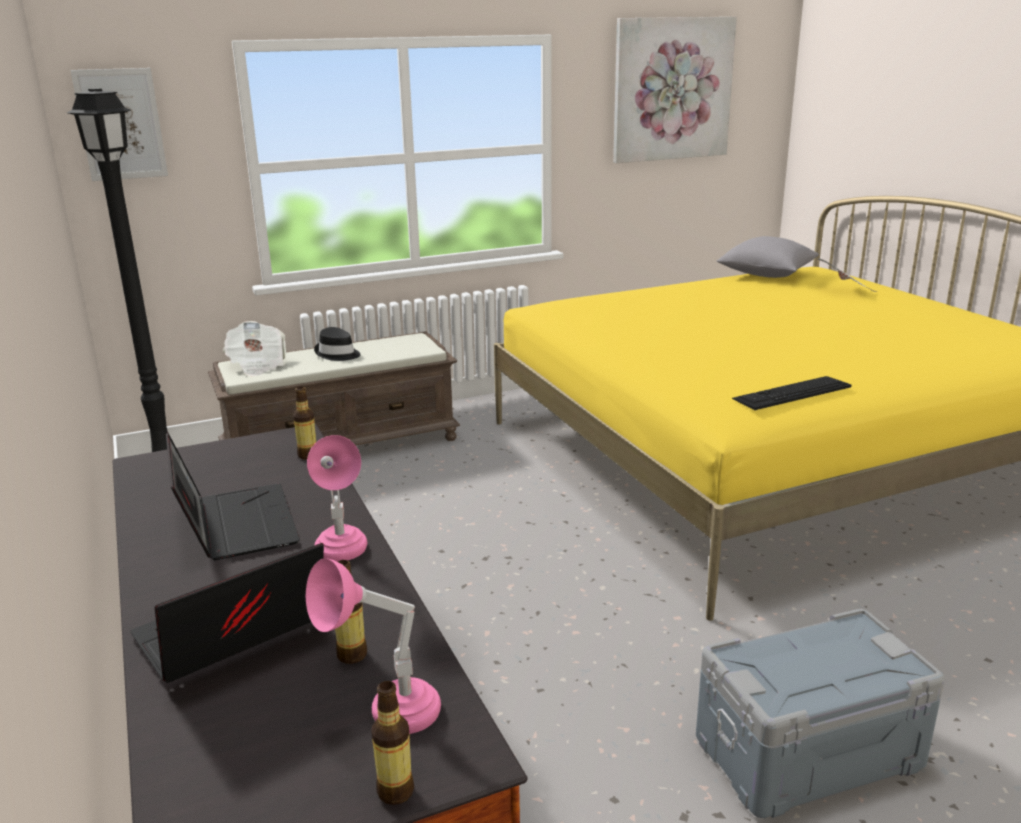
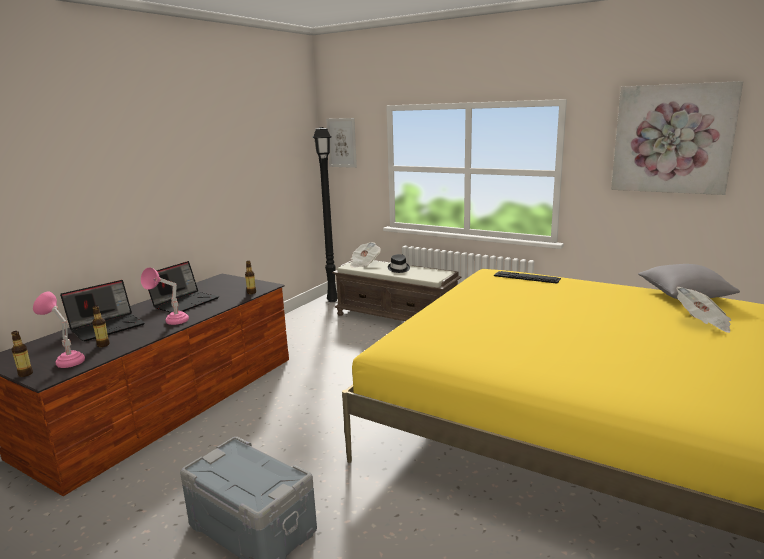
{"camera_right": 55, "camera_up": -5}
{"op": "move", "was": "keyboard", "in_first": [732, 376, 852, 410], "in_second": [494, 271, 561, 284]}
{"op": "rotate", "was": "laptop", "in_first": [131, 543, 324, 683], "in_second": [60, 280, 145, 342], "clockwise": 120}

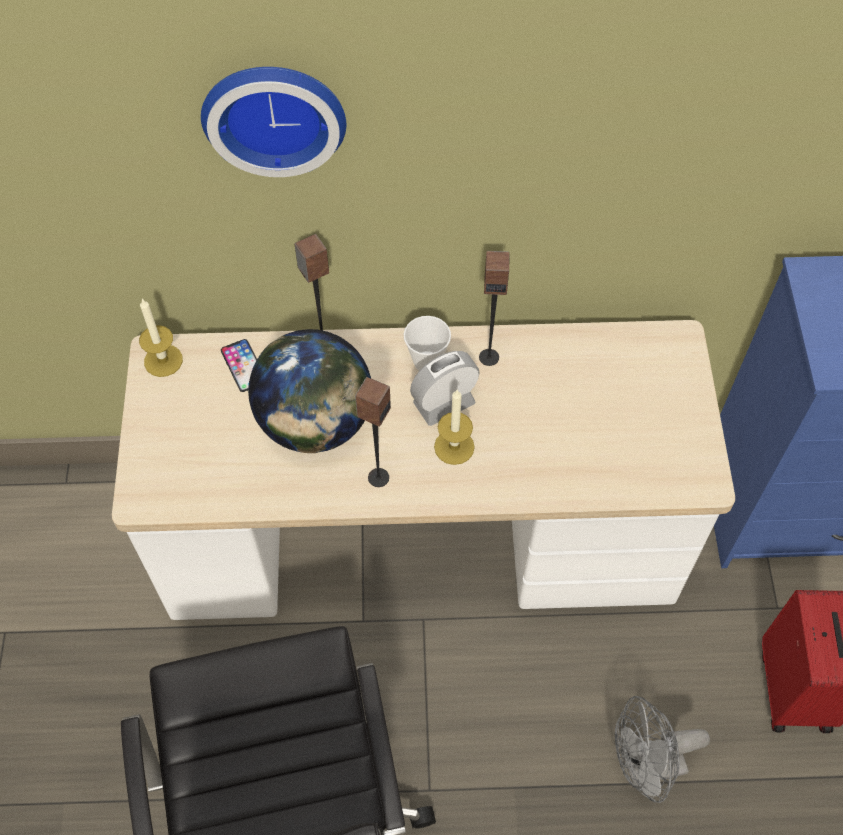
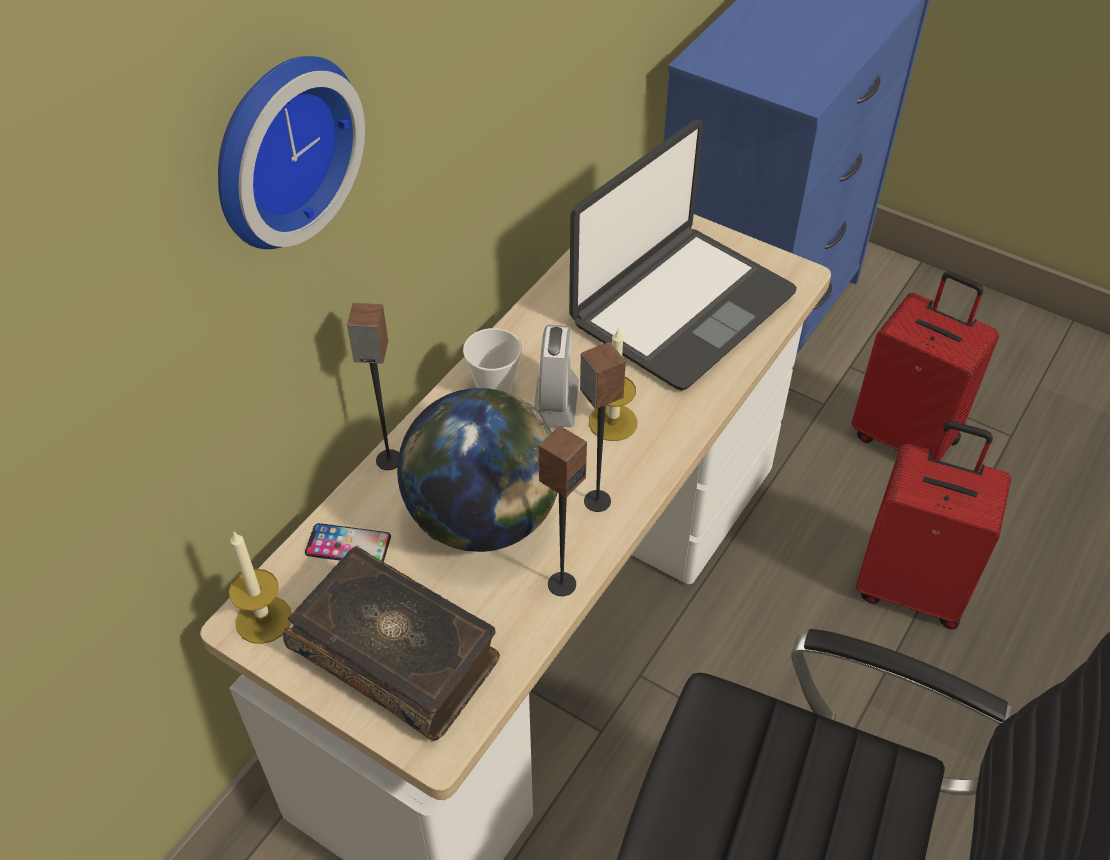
{"camera_right": -55, "camera_up": -10}
{"op": "move", "was": "speaker", "in_first": [479, 251, 510, 366], "in_second": [538, 426, 587, 596]}
{"op": "replace", "was": "grey fan", "now": "red suitcase", "in_first": [615, 696, 710, 803], "in_second": [856, 421, 1011, 629]}
{"op": "insert", "now": "laptop", "in_second": [569, 120, 797, 391]}
{"op": "insert", "now": "book", "in_second": [283, 547, 500, 741]}

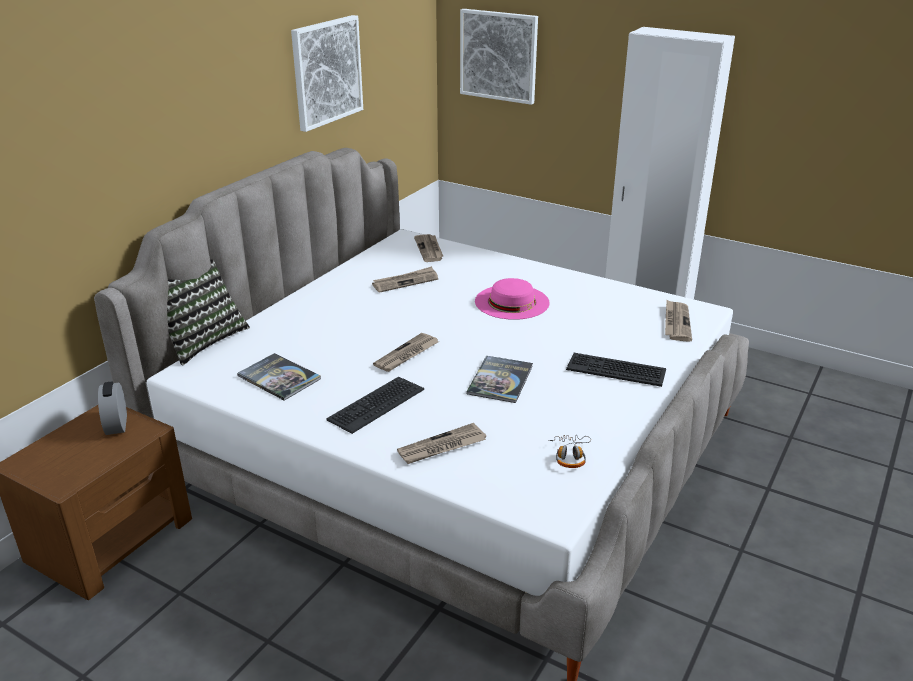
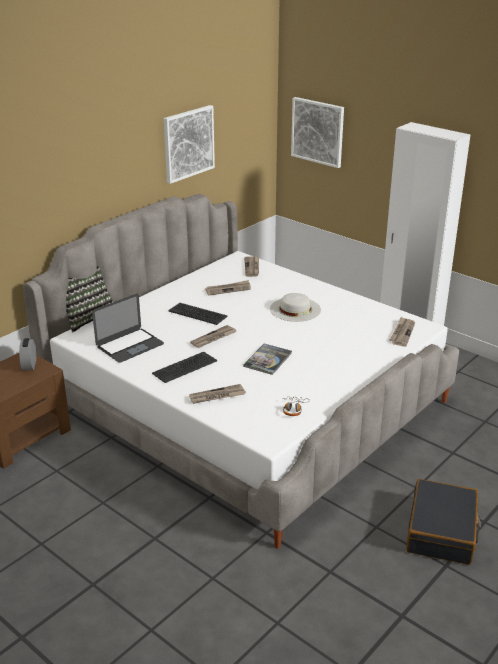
{"camera_right": 10, "camera_up": 0}
{"op": "recolor", "was": "pink hat", "now": "white hat", "in_first": [475, 278, 549, 320], "in_second": [270, 293, 321, 322]}
{"op": "replace", "was": "book", "now": "laptop", "in_first": [237, 353, 321, 401], "in_second": [92, 294, 164, 363]}
{"op": "move", "was": "keyboard", "in_first": [566, 353, 666, 387], "in_second": [169, 303, 228, 325]}
{"op": "insert", "now": "black suitcase", "in_second": [406, 479, 481, 565]}

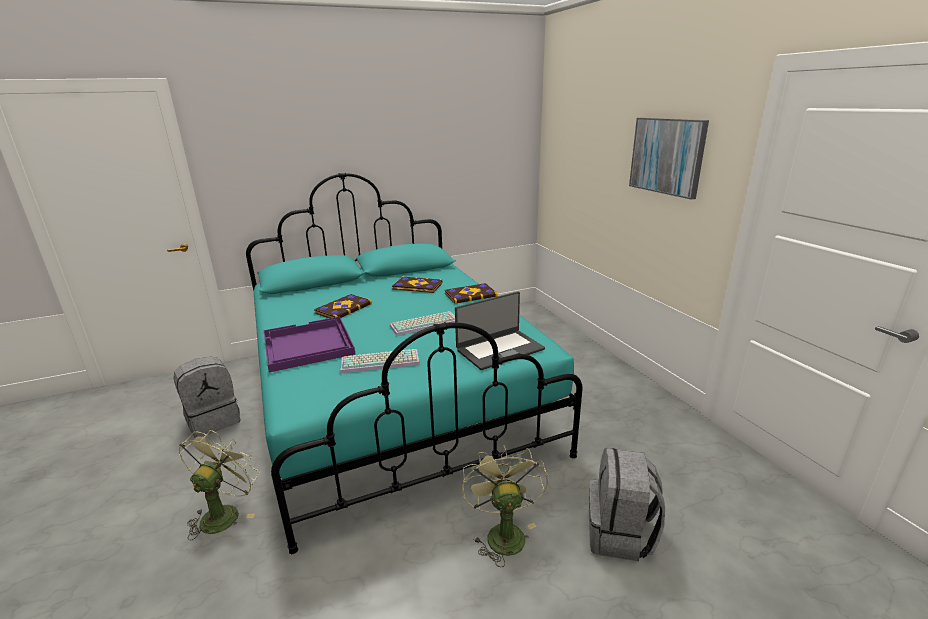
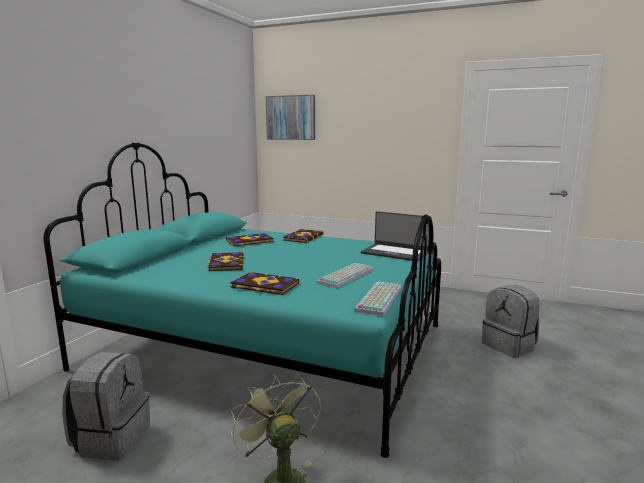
{"camera_right": -45, "camera_up": -10}
{"op": "move", "was": "picture", "in_first": [629, 118, 709, 200], "in_second": [266, 95, 315, 140]}
{"op": "rotate", "was": "laptop", "in_first": [455, 291, 545, 370], "in_second": [361, 211, 432, 261], "clockwise": 105}
{"op": "move", "was": "keyboard", "in_first": [390, 311, 455, 336], "in_second": [354, 281, 401, 316]}
{"op": "replace", "was": "purple tray", "now": "book", "in_first": [264, 317, 355, 372], "in_second": [231, 272, 299, 295]}
{"op": "delete", "was": "green fan", "in_first": [462, 445, 548, 567]}

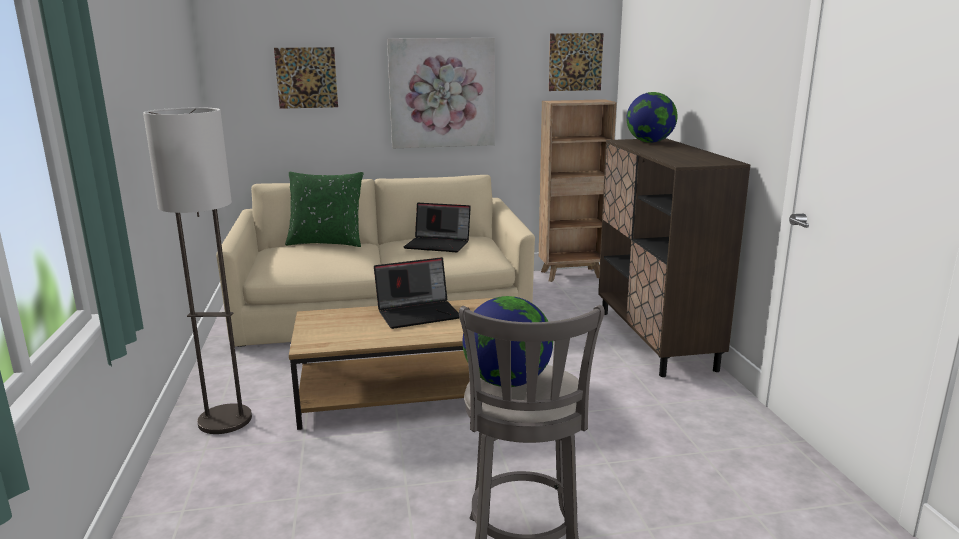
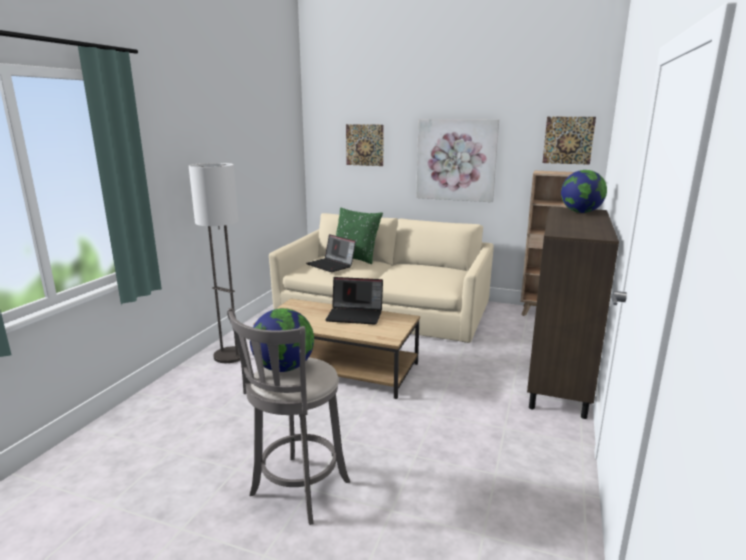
{"camera_right": 30, "camera_up": 0}
{"op": "move", "was": "laptop", "in_first": [404, 203, 471, 252], "in_second": [306, 234, 356, 272]}

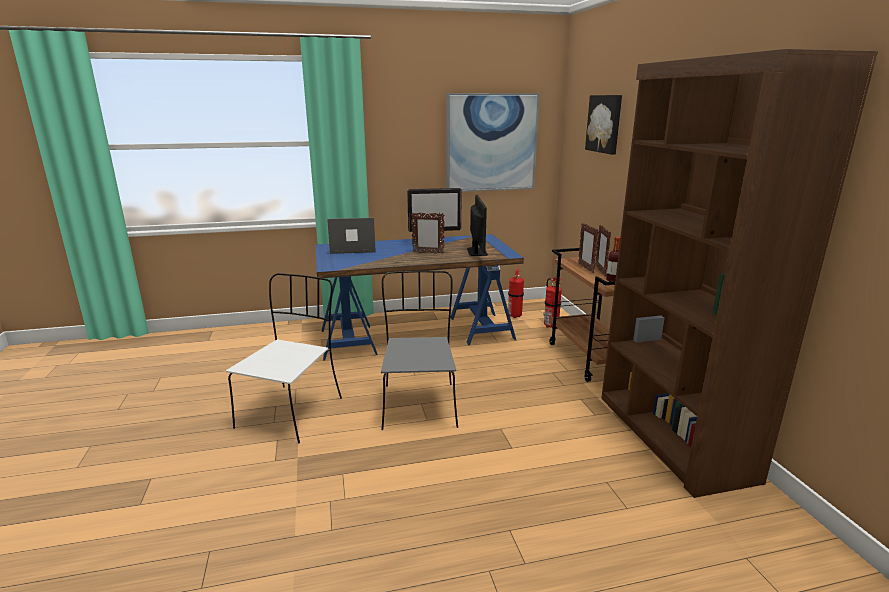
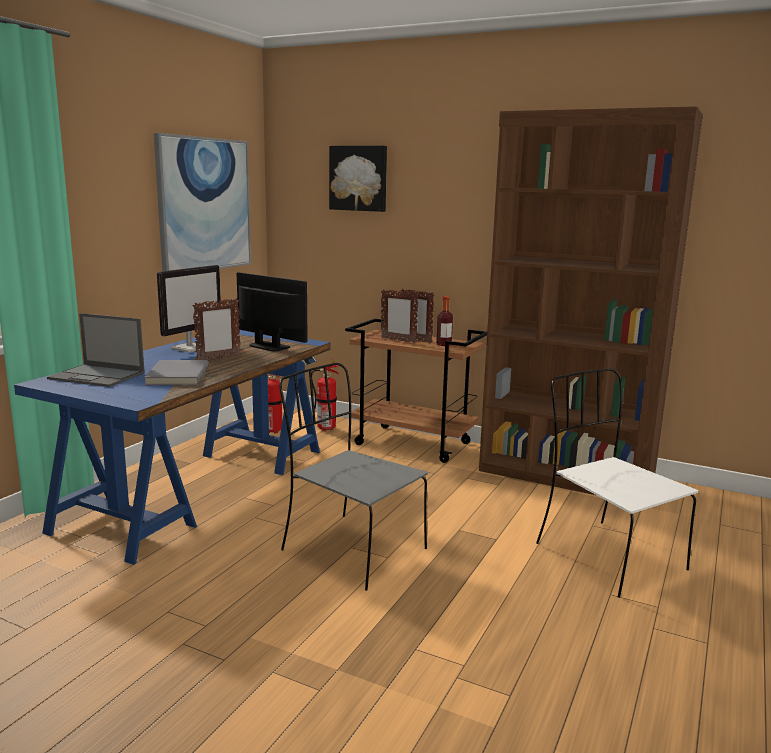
{"camera_right": -50, "camera_up": -5}
{"op": "rotate", "was": "laptop", "in_first": [327, 218, 376, 254], "in_second": [47, 313, 145, 387], "clockwise": -105}
{"op": "move", "was": "white chair", "in_first": [226, 273, 342, 443], "in_second": [536, 368, 698, 598]}
{"op": "insert", "now": "grey book", "in_second": [144, 360, 209, 385]}

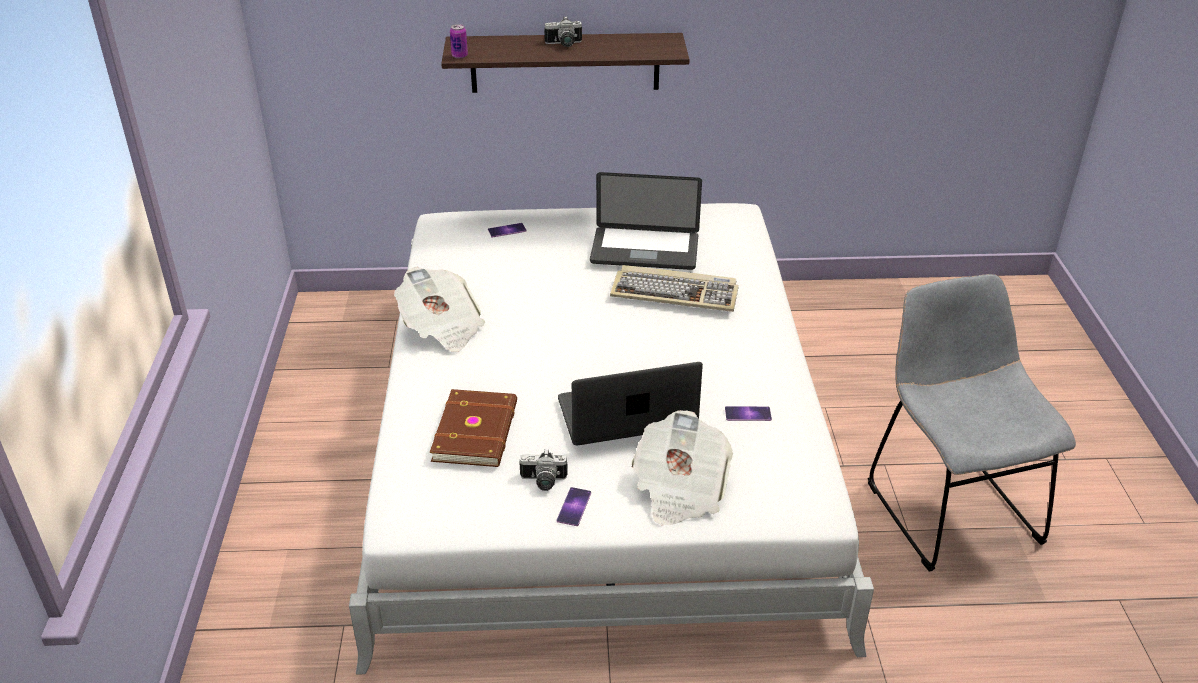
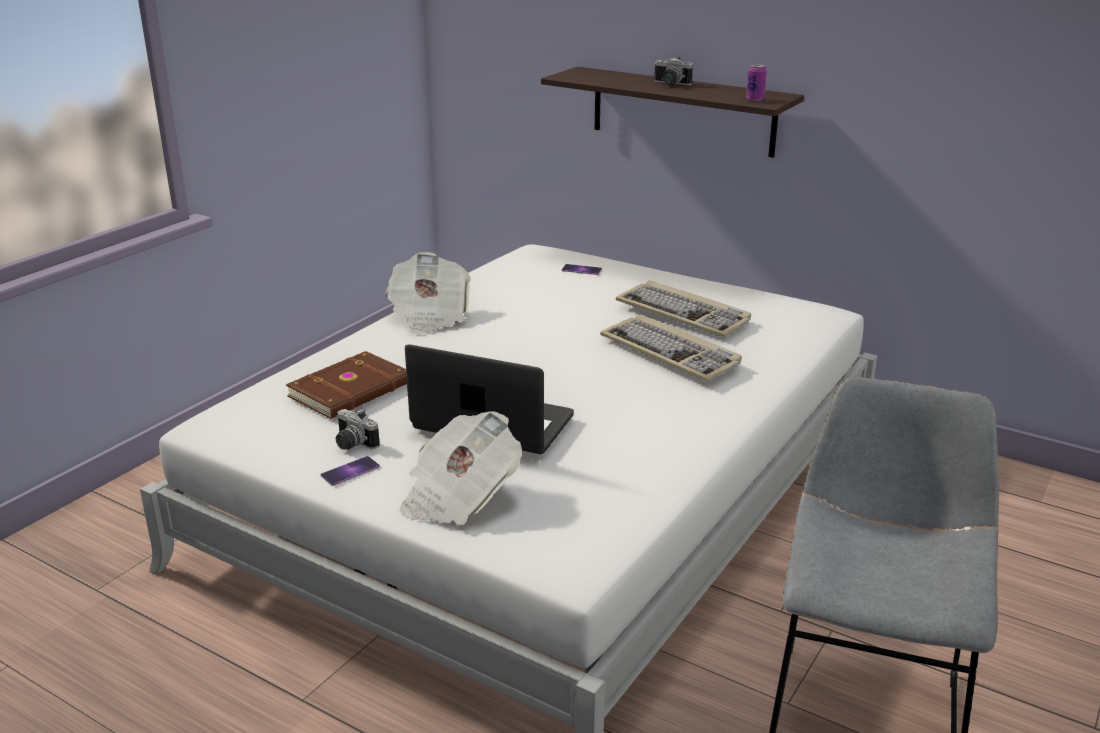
{"camera_right": 35, "camera_up": -10}
{"op": "move", "was": "can", "in_first": [450, 24, 468, 59], "in_second": [746, 64, 767, 101]}
{"op": "replace", "was": "laptop", "now": "keyboard", "in_first": [590, 172, 702, 270], "in_second": [616, 280, 751, 337]}
{"op": "delete", "was": "phone", "in_first": [725, 406, 772, 421]}

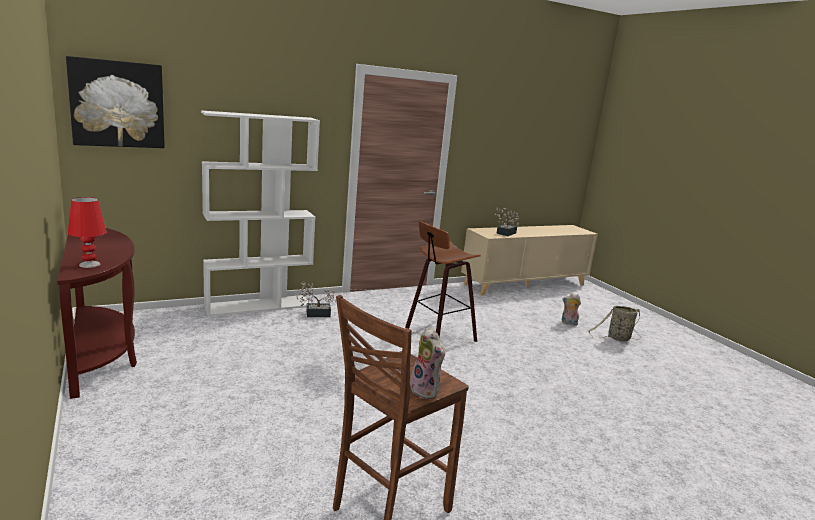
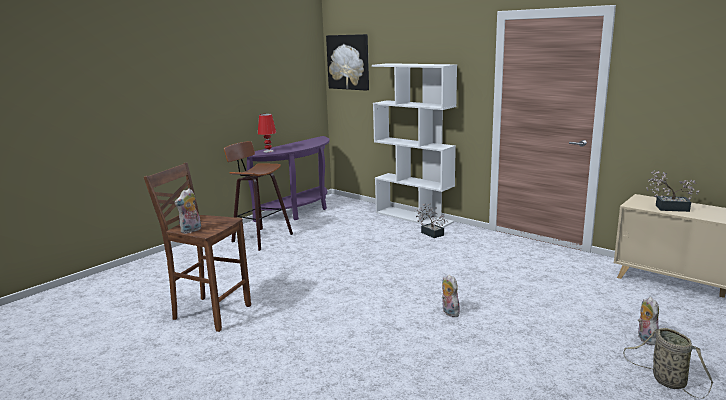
{"camera_right": 70, "camera_up": 0}
{"op": "move", "was": "stool", "in_first": [405, 221, 481, 342], "in_second": [224, 141, 293, 251]}
{"op": "recolor", "was": "brown console table", "now": "purple console table", "in_first": [57, 228, 137, 399], "in_second": [247, 136, 330, 222]}
{"op": "insert", "now": "plush toy", "in_second": [442, 275, 460, 317]}

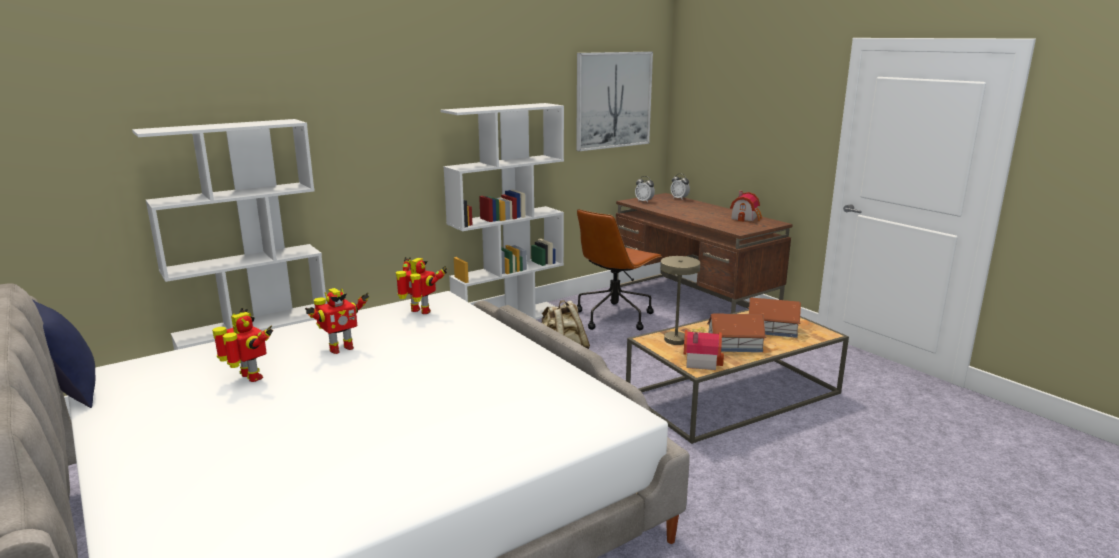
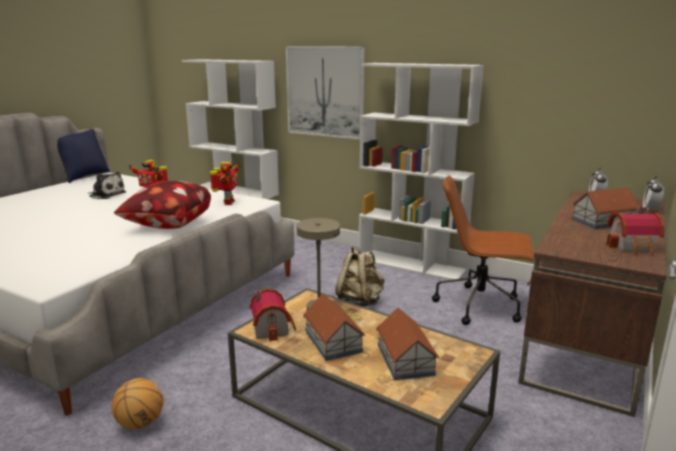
{"camera_right": 65, "camera_up": 0}
{"op": "move", "was": "picture", "in_first": [576, 52, 653, 151], "in_second": [286, 46, 365, 140]}
{"op": "replace", "was": "toy robot", "now": "plush toy", "in_first": [212, 308, 273, 382], "in_second": [88, 172, 126, 199]}
{"op": "insert", "now": "pillow", "in_second": [114, 181, 211, 229]}
{"op": "insert", "now": "toy house", "in_second": [572, 188, 639, 229]}
{"op": "insert", "now": "basketball", "in_second": [112, 378, 164, 429]}

